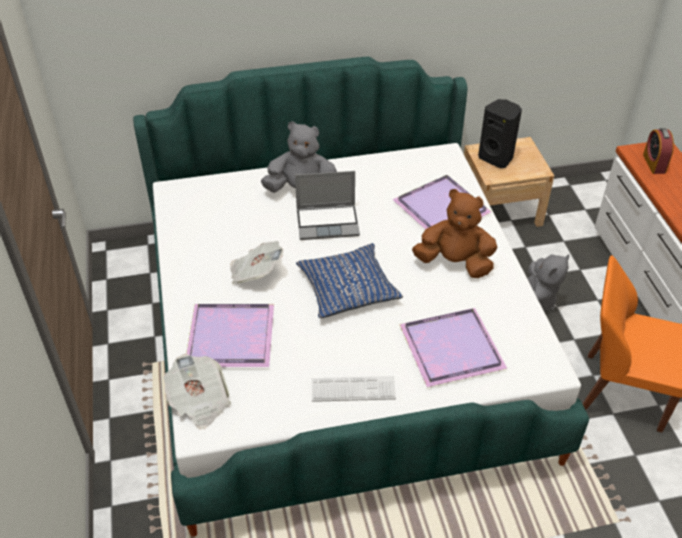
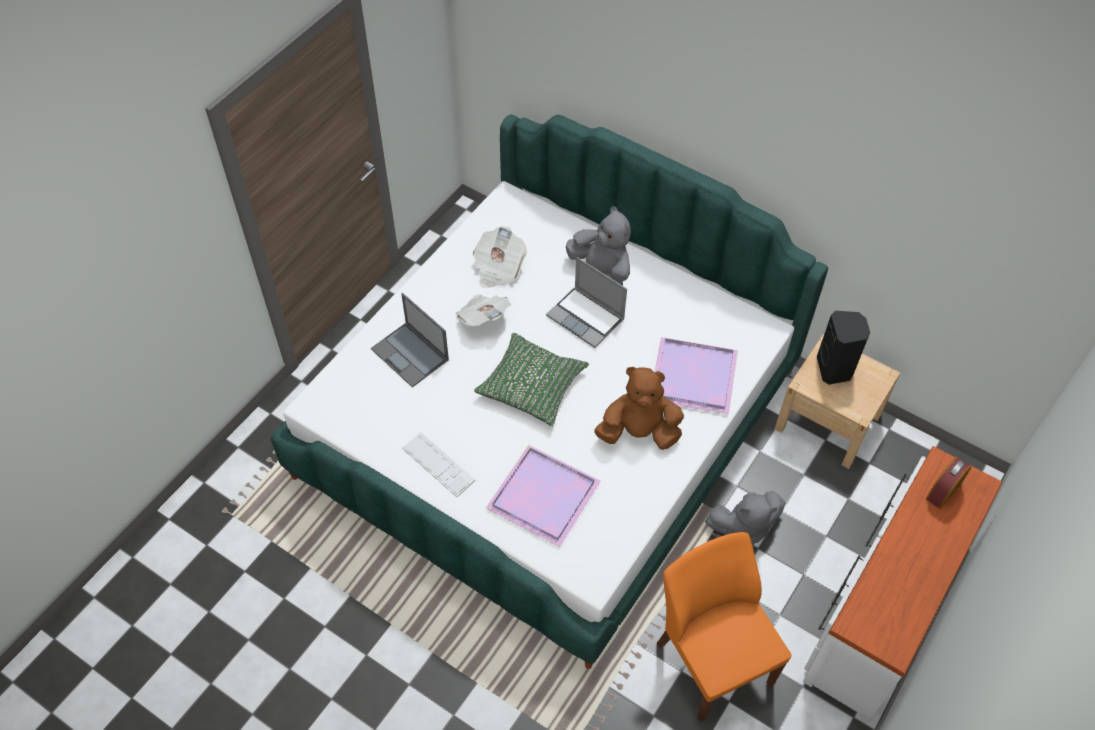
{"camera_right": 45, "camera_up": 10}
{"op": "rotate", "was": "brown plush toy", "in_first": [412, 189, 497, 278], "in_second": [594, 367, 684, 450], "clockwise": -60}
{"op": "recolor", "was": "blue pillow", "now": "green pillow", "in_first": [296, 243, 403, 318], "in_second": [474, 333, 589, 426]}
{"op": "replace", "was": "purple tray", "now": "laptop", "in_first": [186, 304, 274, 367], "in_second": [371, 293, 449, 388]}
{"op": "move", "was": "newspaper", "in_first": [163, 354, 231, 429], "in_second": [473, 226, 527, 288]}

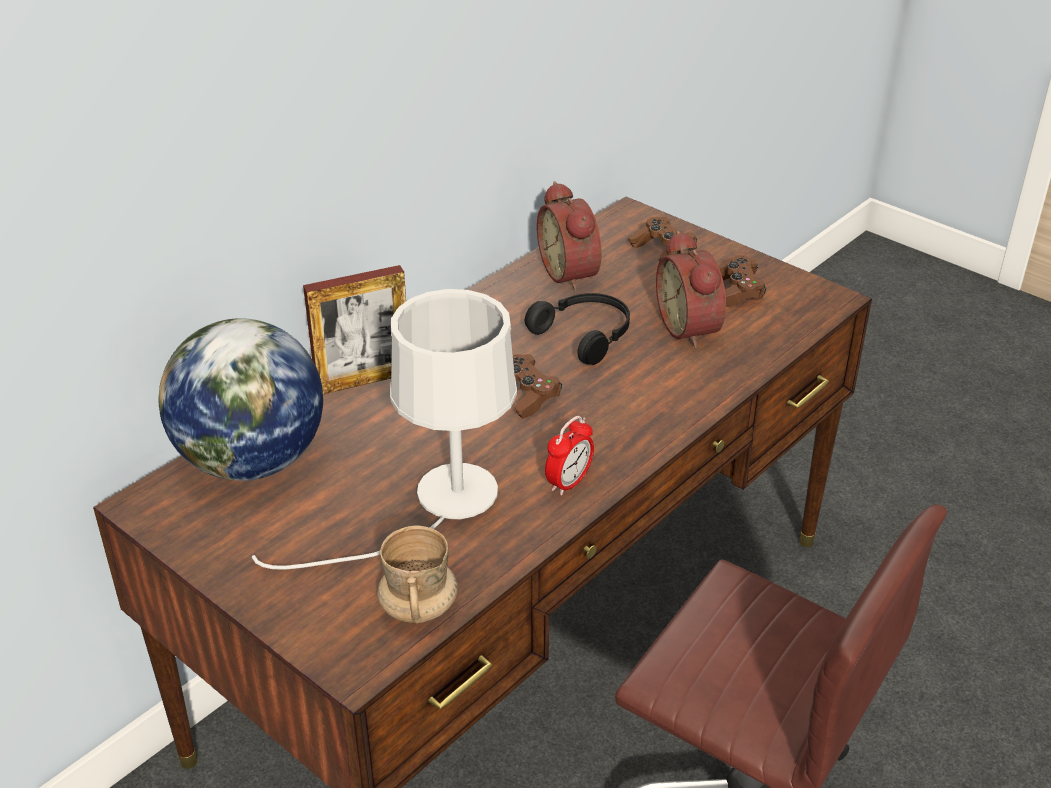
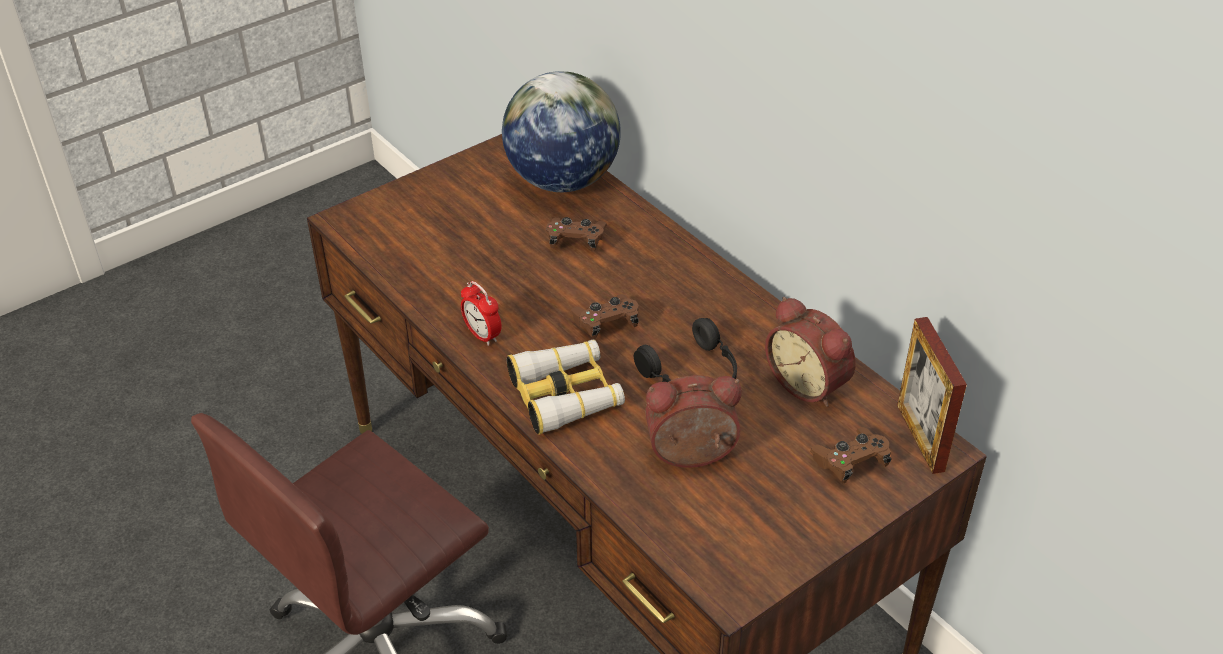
{"camera_right": 100, "camera_up": 5}
{"op": "rotate", "was": "alarm clock", "in_first": [537, 181, 602, 291], "in_second": [765, 297, 856, 407], "clockwise": -120}
{"op": "move", "was": "brown game controller", "in_first": [718, 255, 766, 307], "in_second": [546, 217, 607, 252]}
{"op": "move", "was": "picture frame", "in_first": [303, 265, 406, 394], "in_second": [897, 317, 967, 474]}
{"op": "delete", "was": "white table lamp", "in_first": [252, 289, 517, 570]}
{"op": "delete", "was": "beige mug", "in_first": [377, 525, 458, 623]}
{"op": "insert", "now": "binoculars", "in_second": [507, 340, 625, 435]}

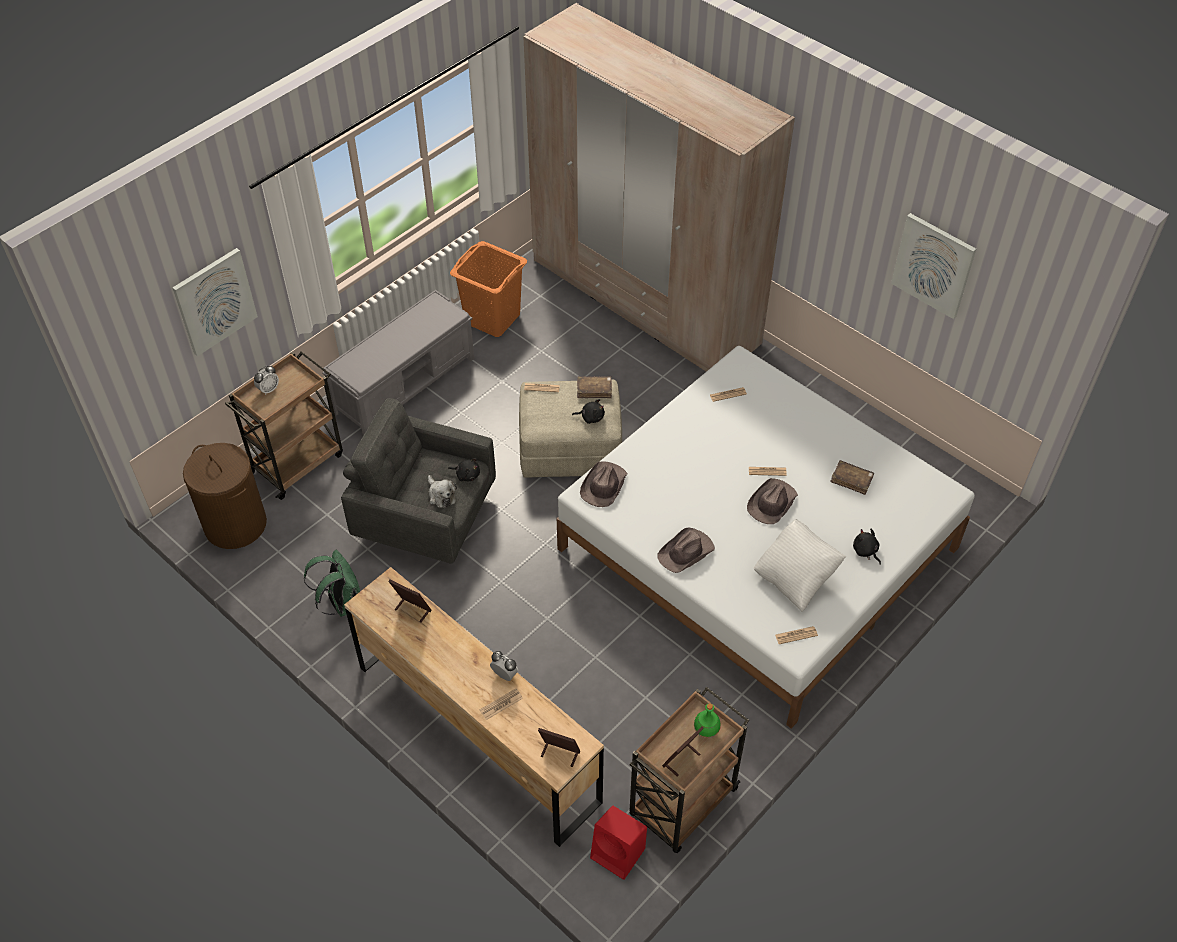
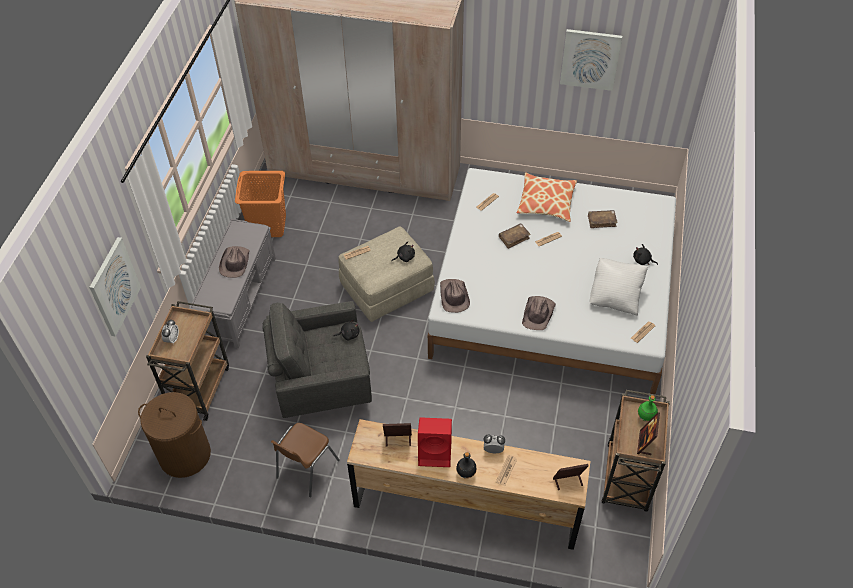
{"camera_right": -30, "camera_up": 0}
{"op": "move", "was": "brown book", "in_first": [577, 376, 612, 398], "in_second": [499, 223, 531, 249]}
{"op": "delete", "was": "plush toy", "in_first": [428, 475, 457, 508]}
{"op": "move", "was": "brown hat", "in_first": [747, 478, 798, 524], "in_second": [219, 246, 250, 278]}
{"op": "replace", "was": "green backpack", "now": "brown chair", "in_first": [304, 550, 360, 617], "in_second": [271, 423, 340, 497]}
{"op": "move", "was": "red speaker", "in_first": [590, 805, 647, 880], "in_second": [418, 417, 452, 467]}
{"op": "insert", "now": "pillow", "in_second": [517, 172, 577, 222]}
{"op": "insert", "now": "black bottle", "in_second": [456, 452, 477, 479]}

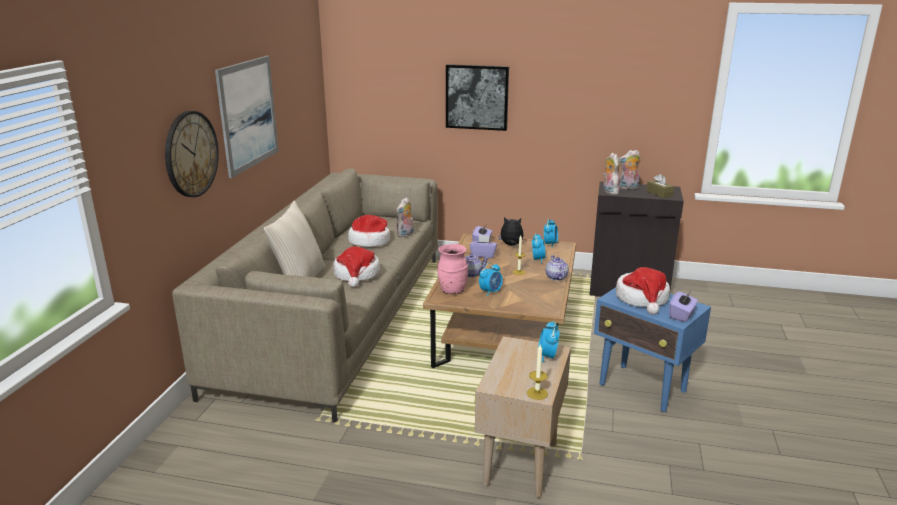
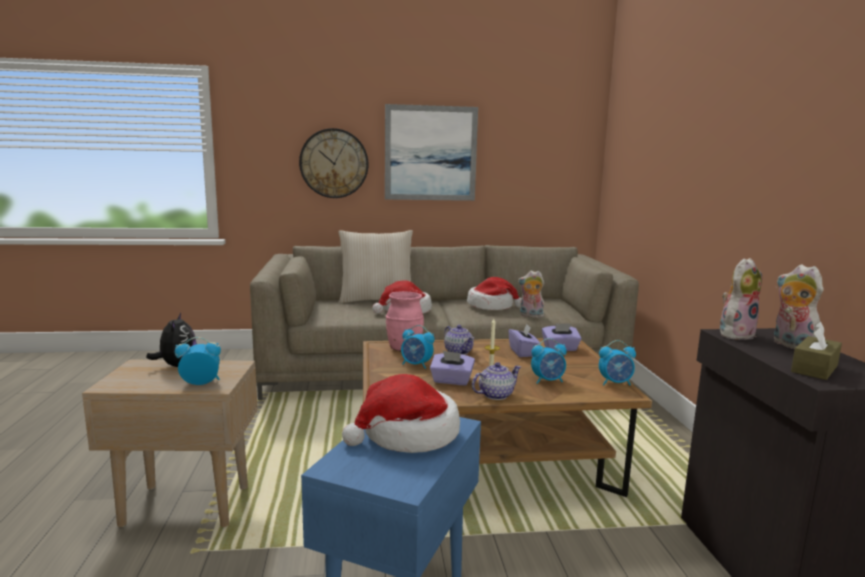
{"camera_right": 70, "camera_up": -10}
{"op": "delete", "was": "picture", "in_first": [446, 64, 509, 131]}
{"op": "move", "was": "plush toy", "in_first": [498, 217, 523, 246], "in_second": [146, 313, 197, 367]}
{"op": "move", "was": "purple tissue box", "in_first": [669, 291, 698, 322], "in_second": [430, 351, 475, 385]}
{"op": "delete", "was": "candle", "in_first": [527, 345, 548, 400]}

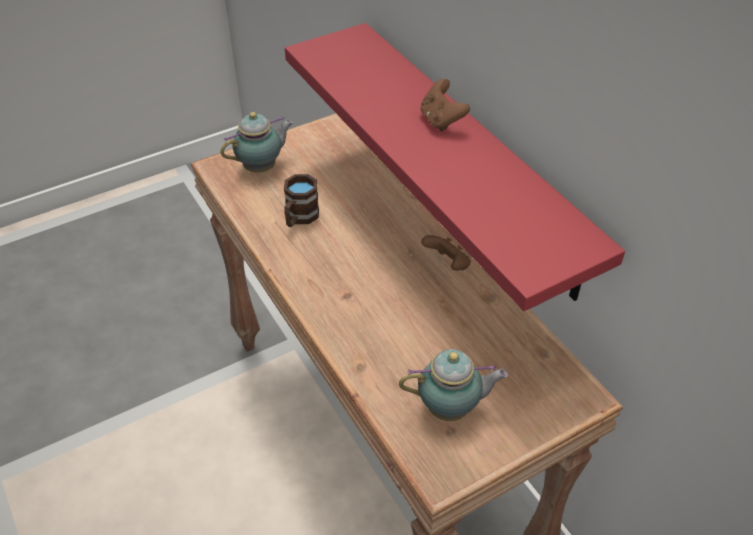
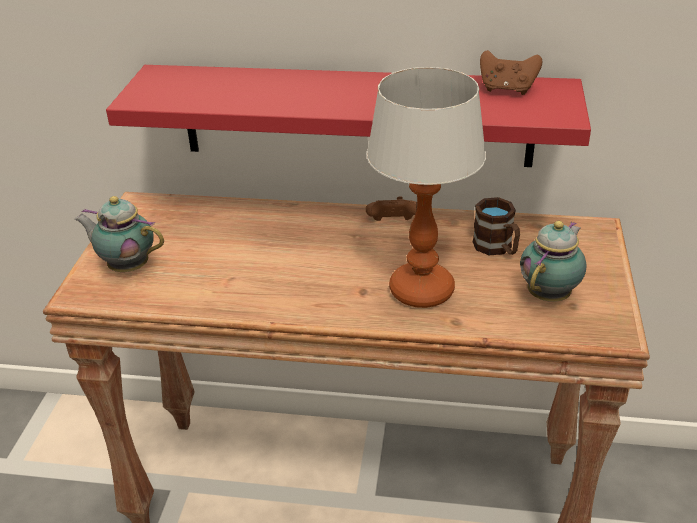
{"camera_right": -50, "camera_up": -10}
{"op": "move", "was": "brown game controller", "in_first": [420, 79, 470, 132], "in_second": [480, 50, 542, 95]}
{"op": "rotate", "was": "teapot", "in_first": [220, 112, 293, 173], "in_second": [75, 196, 164, 272], "clockwise": -75}
{"op": "move", "was": "brown mug", "in_first": [284, 174, 319, 227], "in_second": [473, 197, 520, 255]}
{"op": "insert", "now": "table lamp", "in_second": [367, 67, 486, 308]}

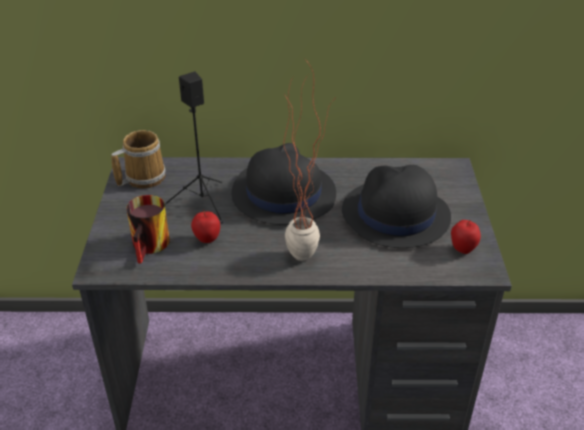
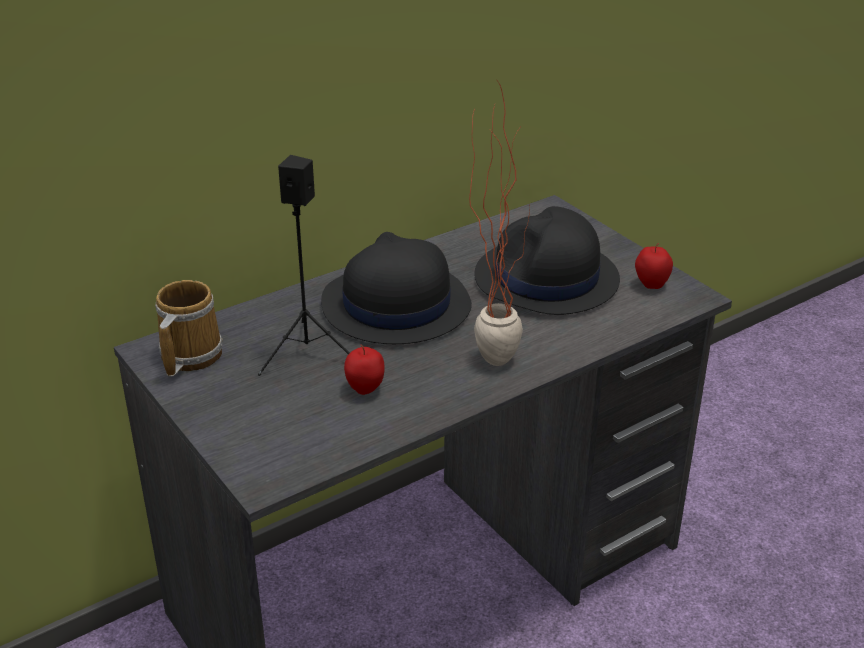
{"camera_right": -35, "camera_up": -5}
{"op": "delete", "was": "mug", "in_first": [127, 195, 170, 264]}

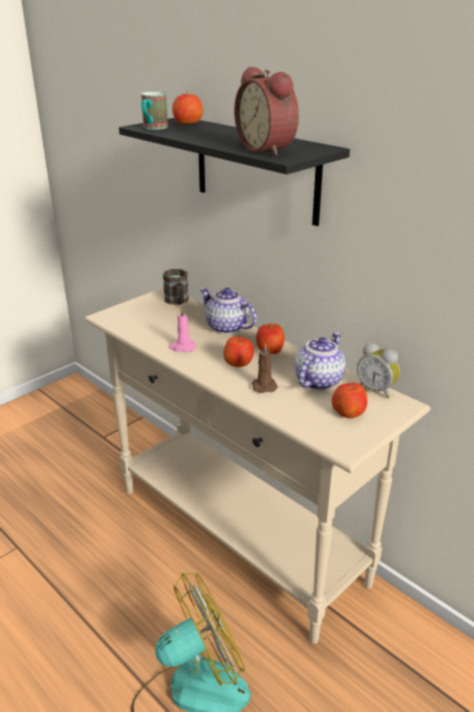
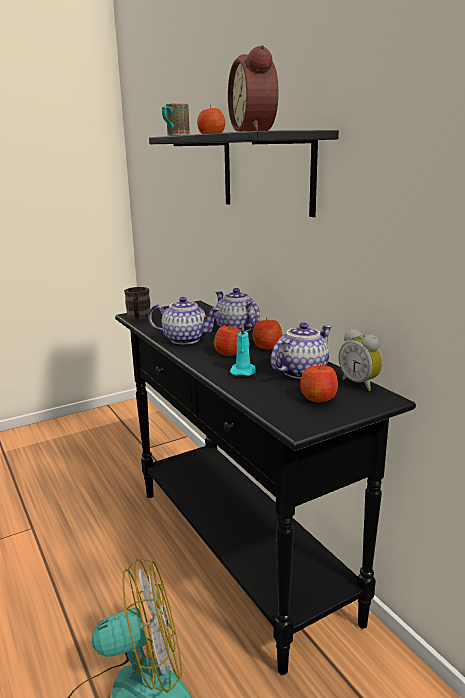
{"camera_right": 15, "camera_up": -10}
{"op": "move", "was": "brown mug", "in_first": [163, 269, 189, 305], "in_second": [124, 287, 150, 320]}
{"op": "recolor", "was": "beige console table", "now": "black console table", "in_first": [85, 287, 431, 644], "in_second": [115, 301, 416, 675]}
{"op": "replace", "was": "pink candle", "now": "teapot", "in_first": [169, 308, 196, 352], "in_second": [148, 297, 221, 345]}
{"op": "recolor", "was": "brown candle", "now": "turquoise candle", "in_first": [252, 343, 278, 393], "in_second": [230, 323, 256, 376]}

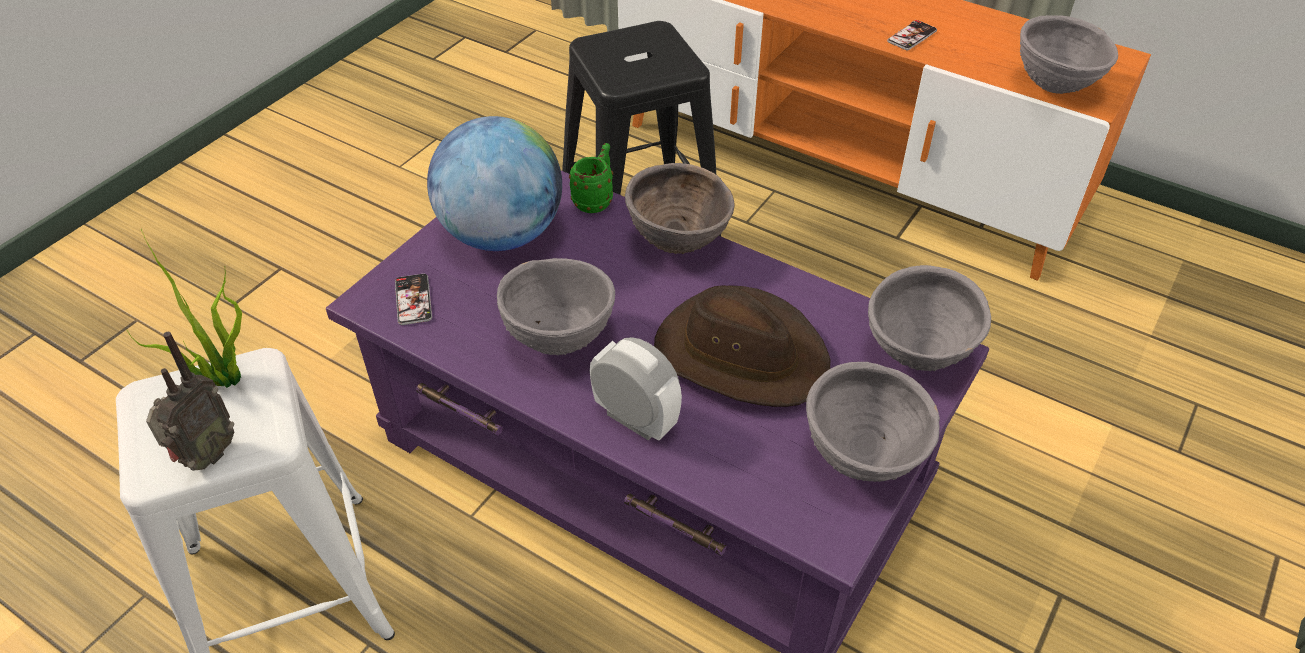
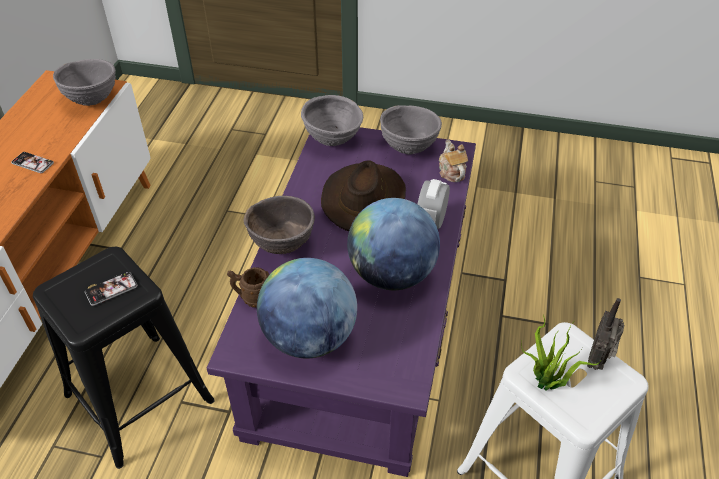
{"camera_right": -110, "camera_up": 0}
{"op": "recolor", "was": "green mug", "now": "brown mug", "in_first": [569, 143, 613, 213], "in_second": [227, 267, 269, 308]}
{"op": "replace", "was": "grey bowl", "now": "globe", "in_first": [497, 258, 615, 355], "in_second": [347, 198, 440, 290]}
{"op": "move", "was": "phone", "in_first": [395, 274, 432, 325], "in_second": [85, 272, 138, 306]}
{"op": "rotate", "was": "radio", "in_first": [146, 332, 234, 471], "in_second": [587, 298, 624, 370], "clockwise": -75}
{"op": "insert", "now": "teapot", "in_second": [439, 140, 468, 182]}

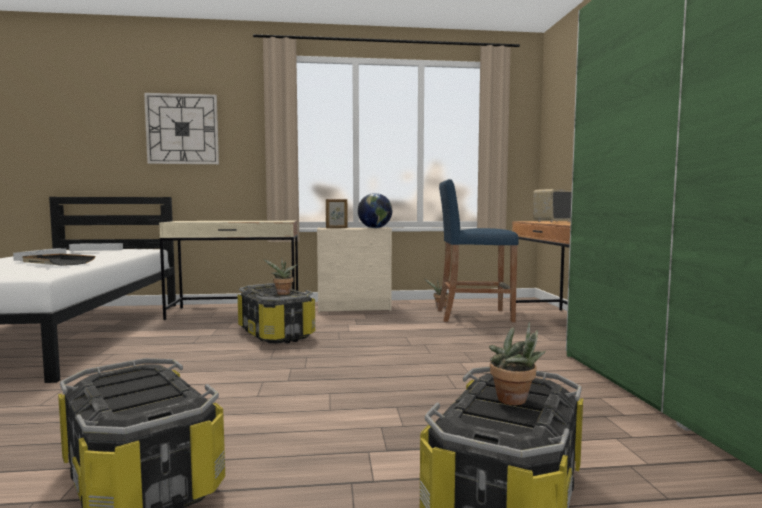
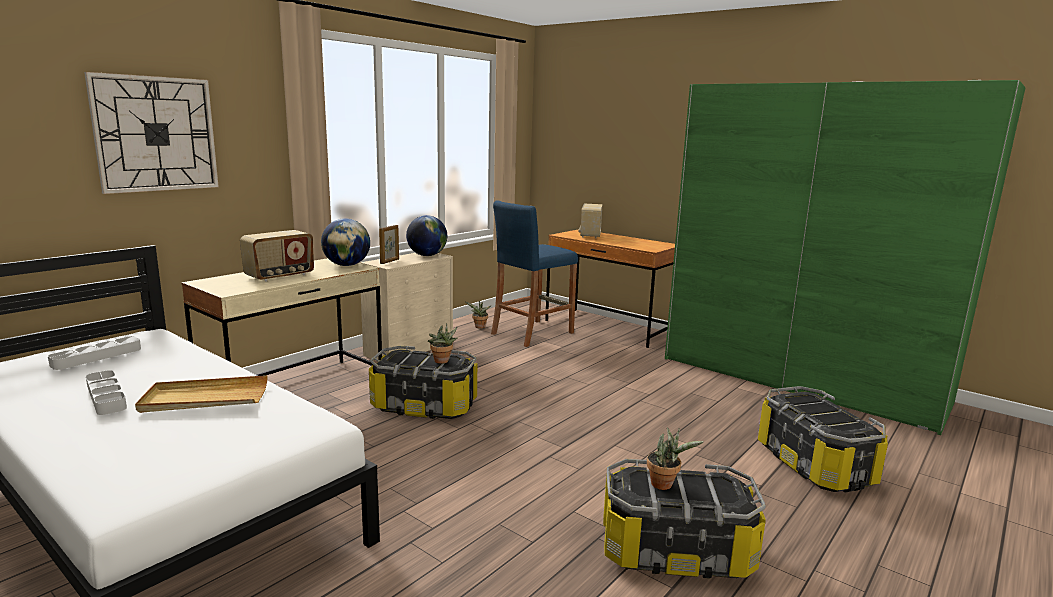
{"camera_right": -45, "camera_up": 10}
{"op": "recolor", "was": "black tray", "now": "beige tray", "in_first": [23, 253, 95, 266], "in_second": [135, 375, 268, 413]}
{"op": "move", "was": "potted plant", "in_first": [489, 321, 546, 405], "in_second": [647, 428, 704, 490]}
{"op": "insert", "now": "globe", "in_second": [321, 218, 370, 266]}
{"op": "insert", "now": "radio", "in_second": [240, 230, 314, 281]}

